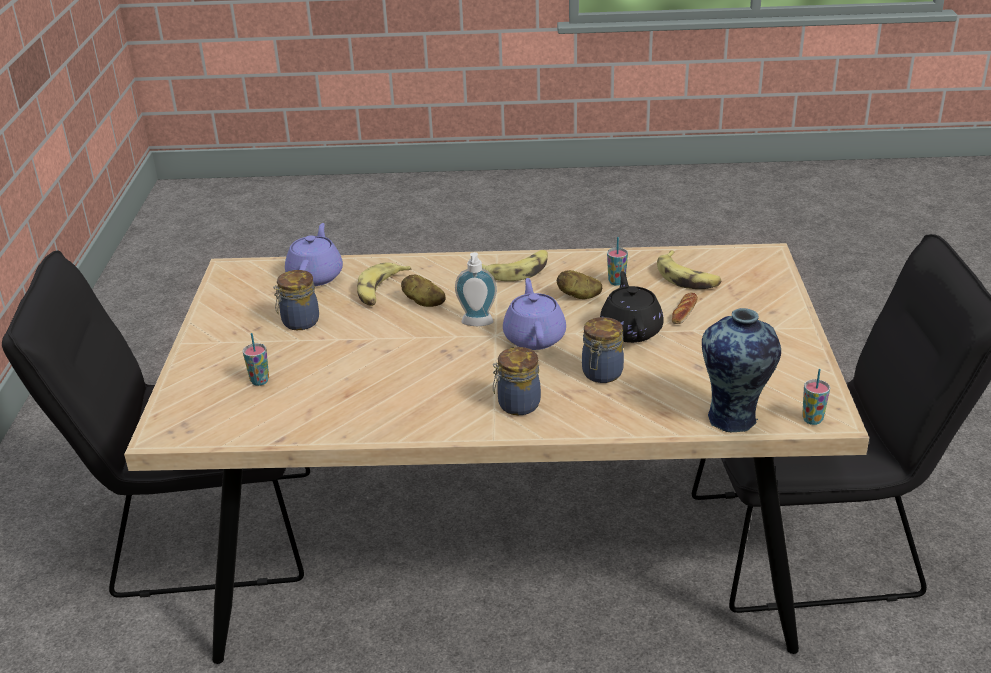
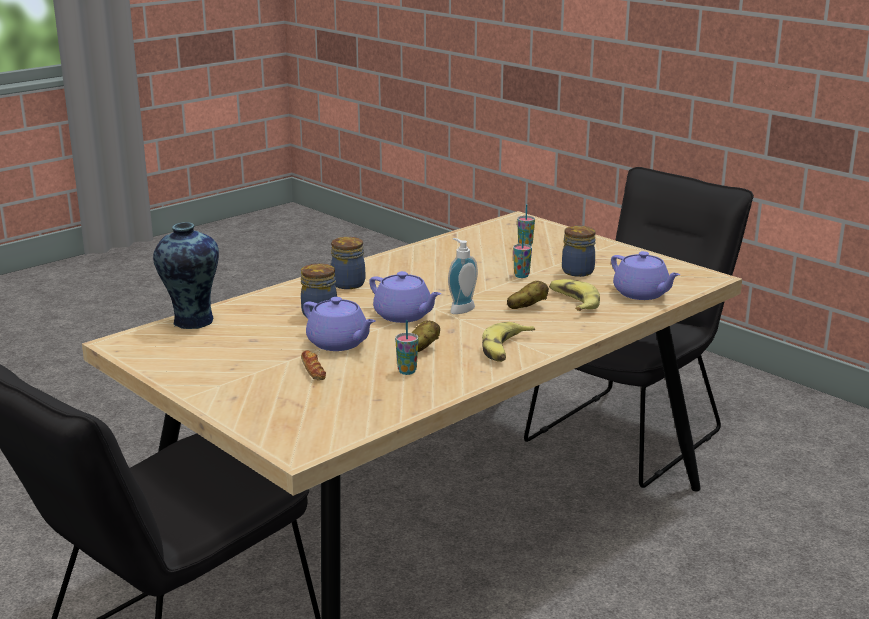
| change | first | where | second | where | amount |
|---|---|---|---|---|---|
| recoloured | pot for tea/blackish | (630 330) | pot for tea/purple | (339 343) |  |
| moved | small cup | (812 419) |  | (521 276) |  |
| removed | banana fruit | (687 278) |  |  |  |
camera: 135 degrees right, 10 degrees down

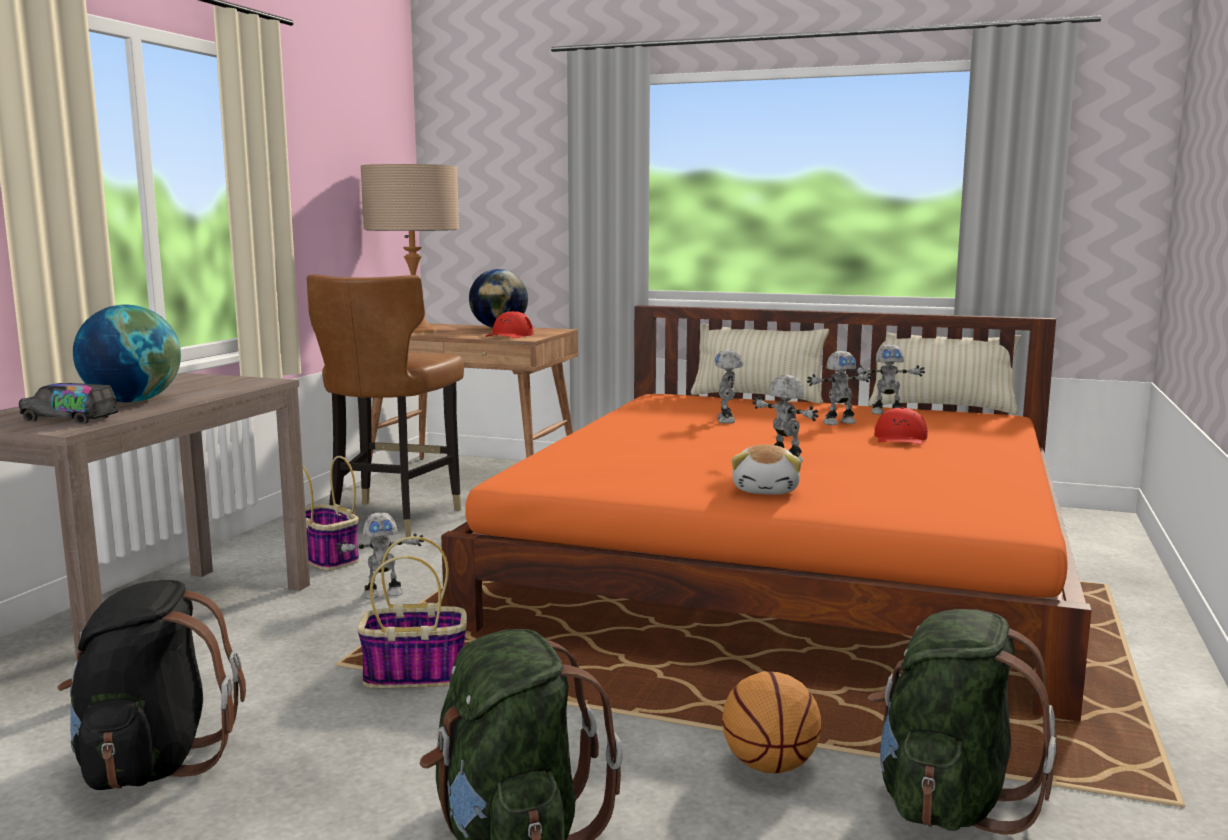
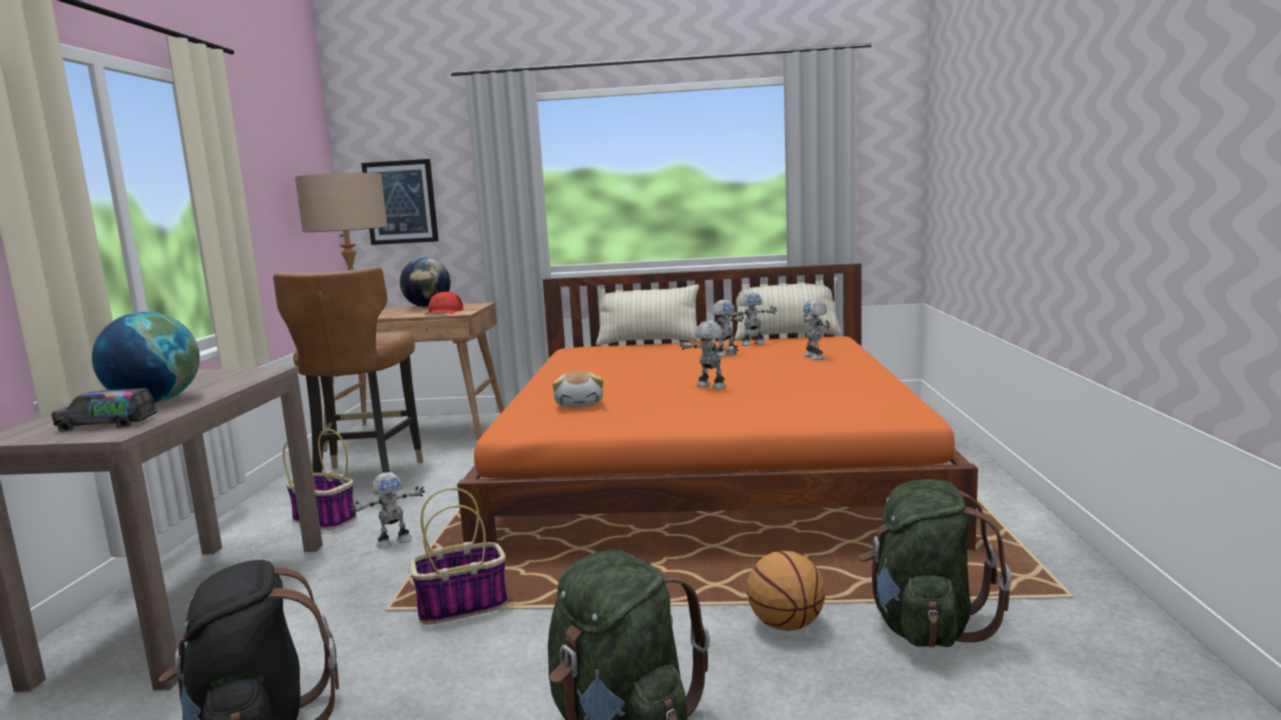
| change | first | where | second | where | amount |
|---|---|---|---|---|---|
| added |  |  | wall art | (401 202) |  |
| moved | cuddly toy | (767 490) |  | (580 404) |  |
| moved | toy robot | (727 420) |  | (815 357) |  |
| removed | peaked cap/red-coloured | (900 438) |  |  |  |
camera: 15 degrees left, 0 degrees up

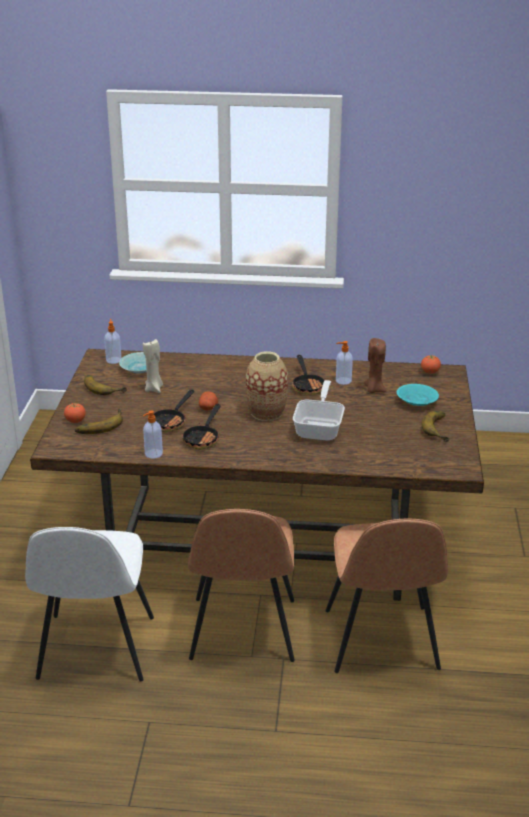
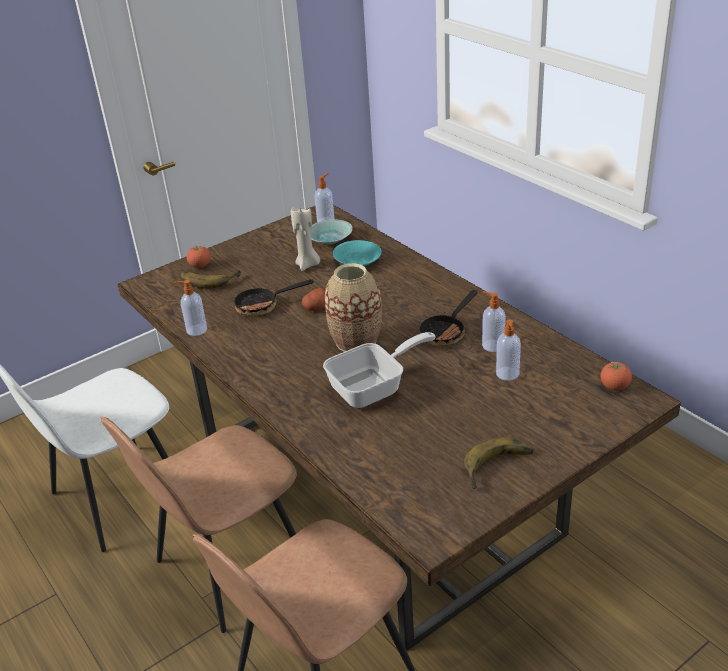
| change | first | where | second | where | amount |
|---|---|---|---|---|---|
| moved | serving bowl/turquoise | (416 401) |  | (358 261) |  |
| replaced | wax light/brownish | (374 390) | liquid soap bottle | (507 374) |  |
| removed | banana fruit | (104 387) |  |  |  |
| removed | frying pan | (203 438) |  |  |  |
camera: 50 degrees right, 5 degrees up

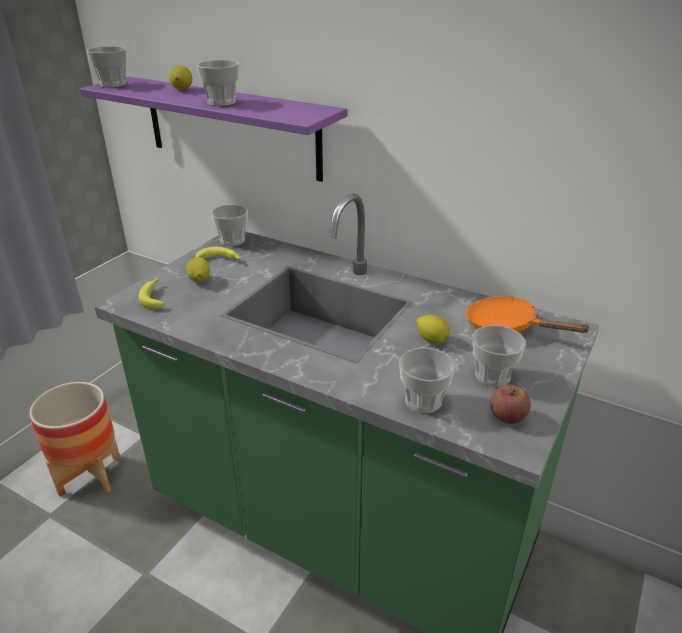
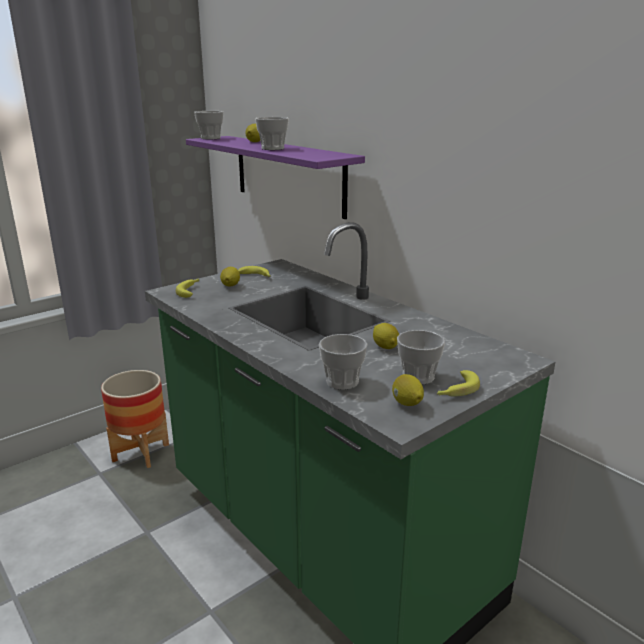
| change | first | where | second | where | amount |
|---|---|---|---|---|---|
| replaced | apple fruit | (507 416) | lemon | (407 404) |  |
| added |  |  | banana fruit | (456 390) |  |
| removed | small cup | (232 240) |  |  |  |
| removed | frying pan/orange | (507 326) |  |  |  |
camera: 20 degrees right, 10 degrees down

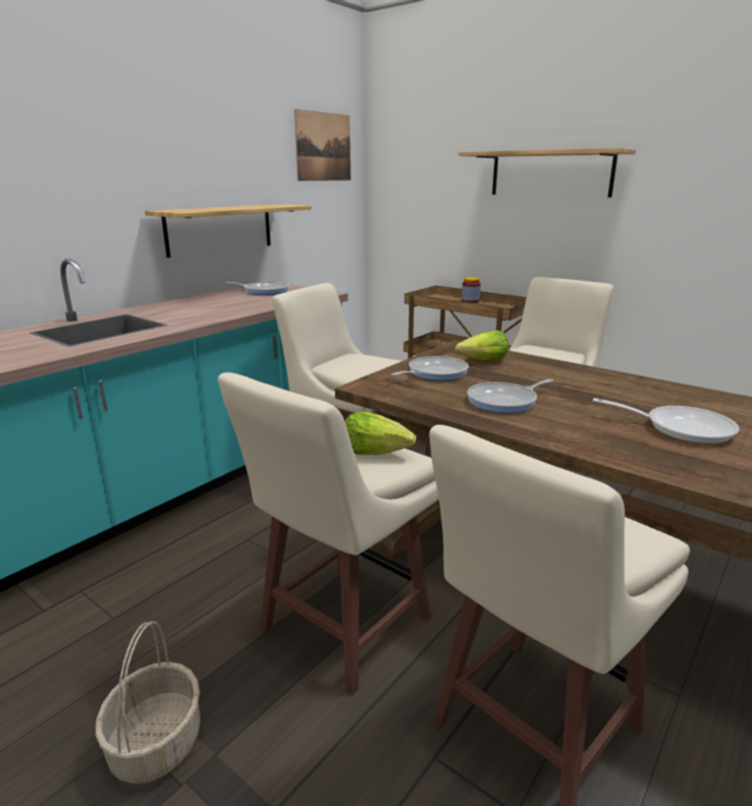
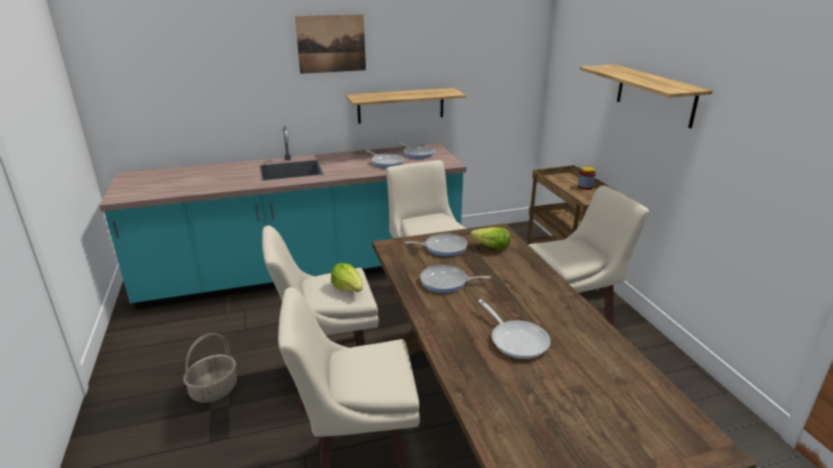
| change | first | where | second | where | amount |
|---|---|---|---|---|---|
| moved | wall art | (323 147) |  | (331 44) |  |
| added |  |  | frying pan | (386 162) |  |
camera: 35 degrees right, 5 degrees up

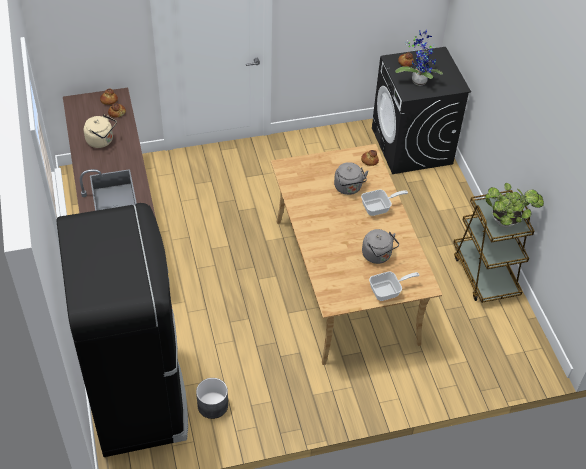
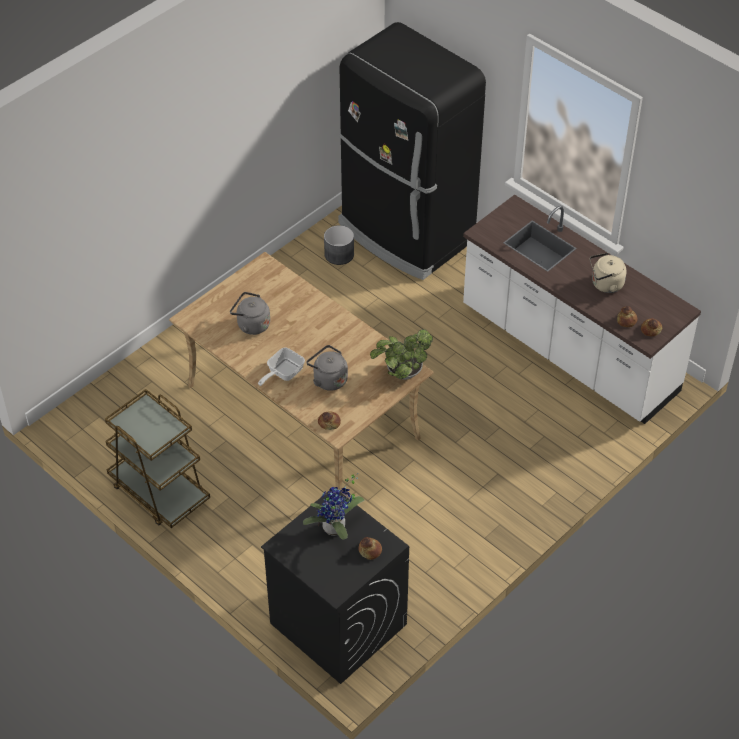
| change | first | where | second | where | amount |
|---|---|---|---|---|---|
| moved | plant in a pot | (507 222) |  | (402 374) |  |
| removed | frying pan | (388 291) |  |  |  |
camera: 150 degrees right, 0 degrees up

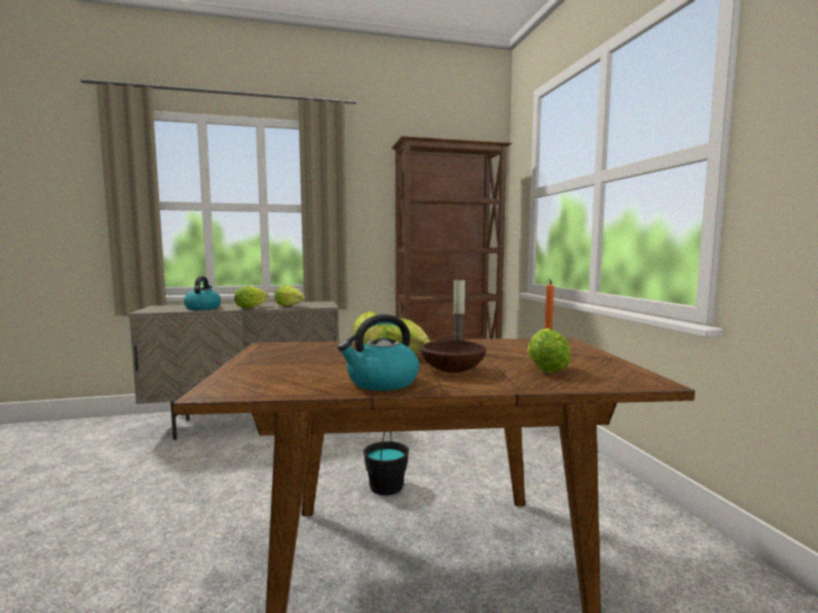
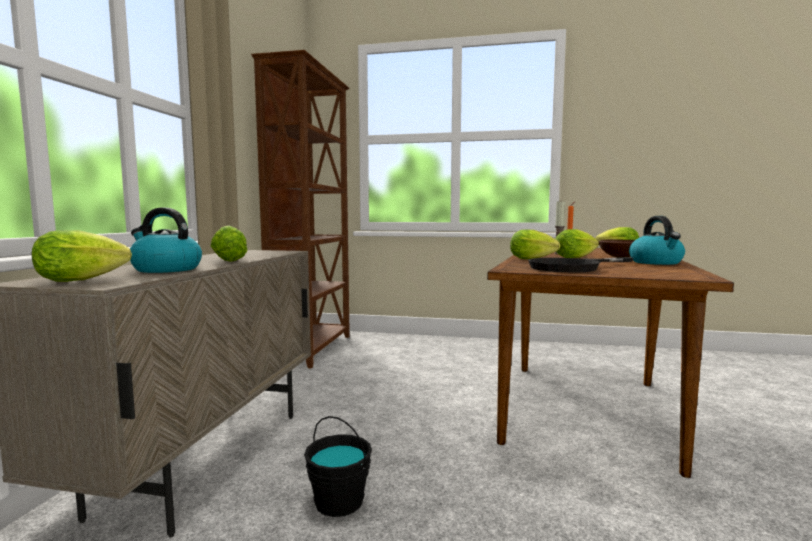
| change | first | where | second | where | amount |
|---|---|---|---|---|---|
| moved | head of lettuce | (290 306) |  | (86 280) |  |
| moved | pail/blackish | (386 486) |  | (338 501) |  |
| added |  |  | frying pan/blackish | (573 267) |  |
camera: 65 degrees left, 0 degrees up

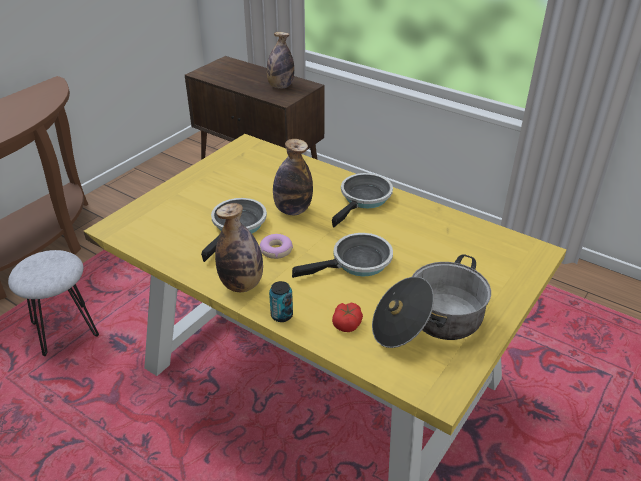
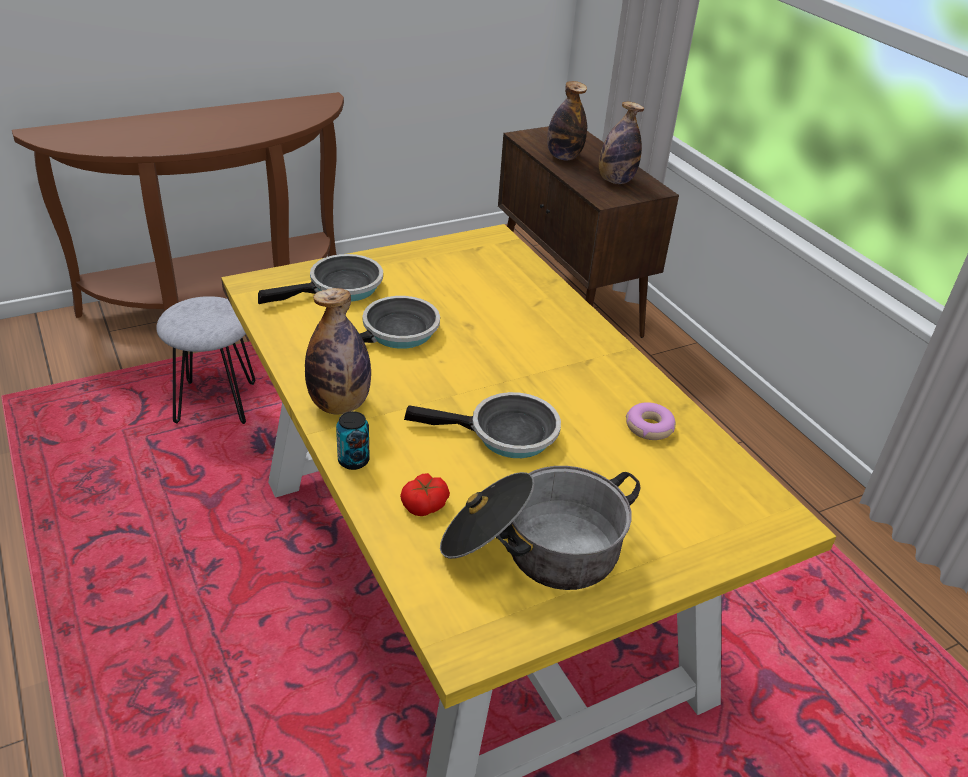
| change | first | where | second | where | amount |
|---|---|---|---|---|---|
| moved | frying pan | (364 199) |  | (340 288) |  |
| moved | drink bottle | (293 210) |  | (563 157) |  |
| moved | doughnut | (276 250) |  | (649 427) |  |
camera: 25 degrees right, 0 degrees up

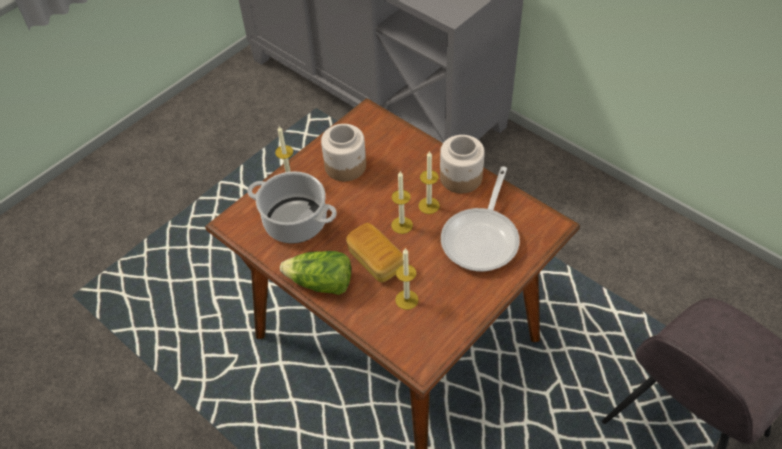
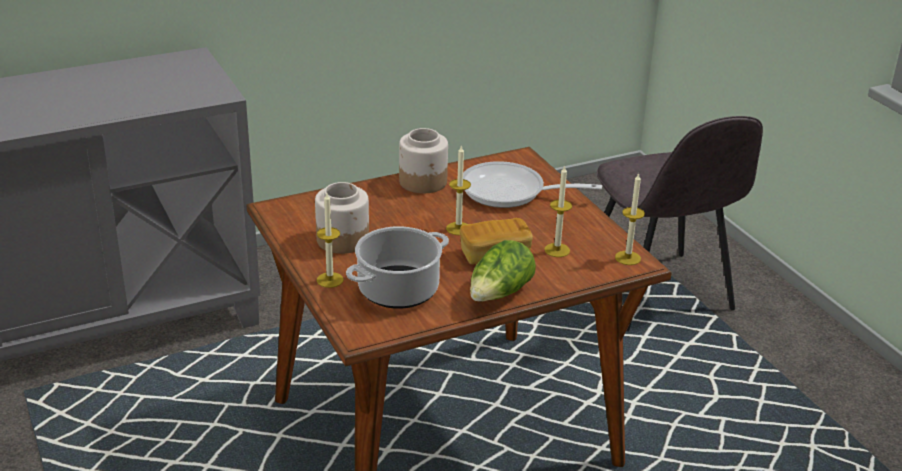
| change | first | where | second | where | amount |
|---|---|---|---|---|---|
| turned | frying pan | (482 238) |  | (510 192) | 150 degrees clockwise |
| moved | wax light | (429 205) |  | (627 258) |  |
camera: 70 degrees left, 20 degrees down

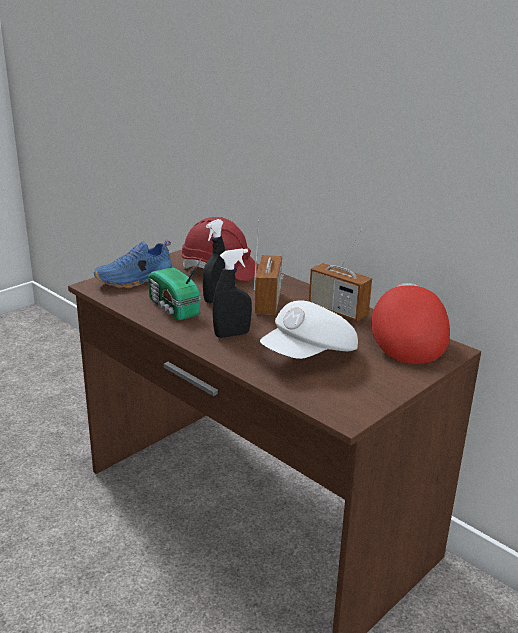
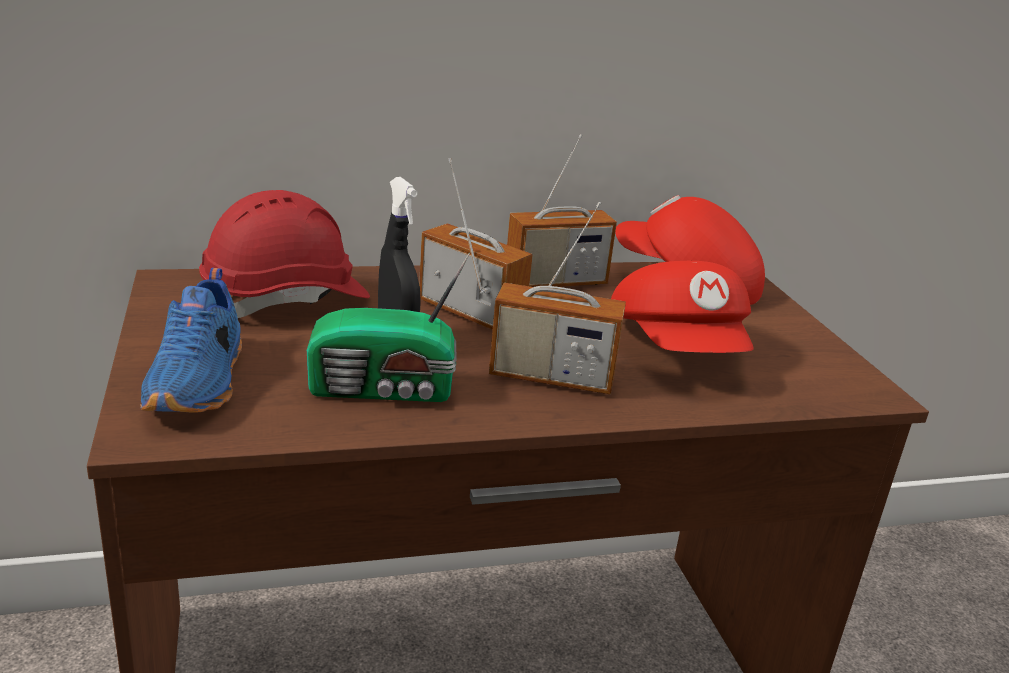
| change | first | where | second | where | amount |
|---|---|---|---|---|---|
| replaced | sprayer/blackish | (232 334) | radio receiver | (551 377) |  |
| recoloured | peaked cap/whitish | (310 356) | peaked cap/red-coloured | (679 350) |  |
camera: 60 degrees left, 0 degrees up

